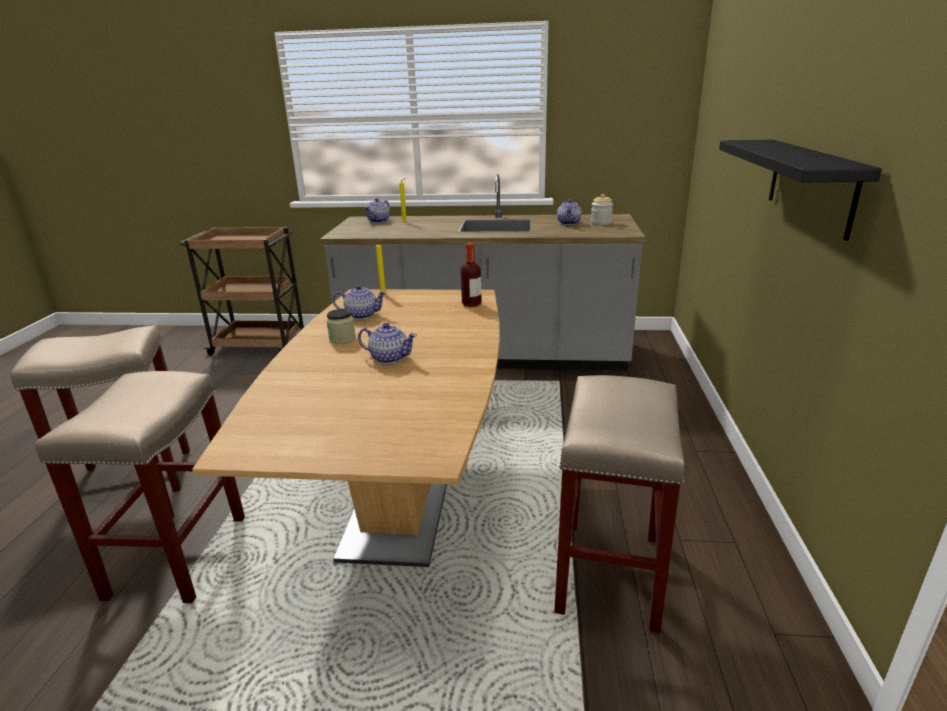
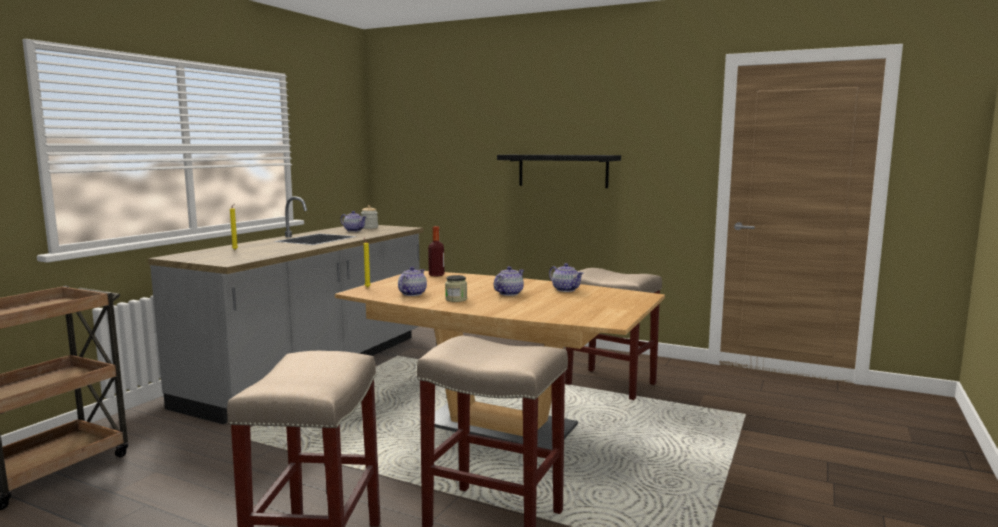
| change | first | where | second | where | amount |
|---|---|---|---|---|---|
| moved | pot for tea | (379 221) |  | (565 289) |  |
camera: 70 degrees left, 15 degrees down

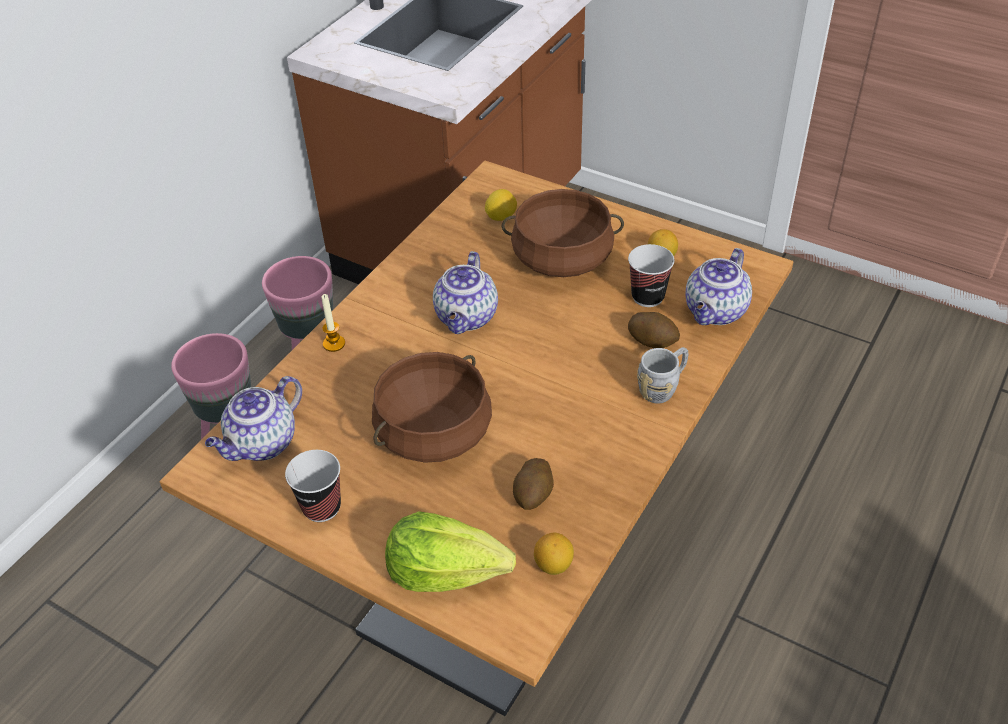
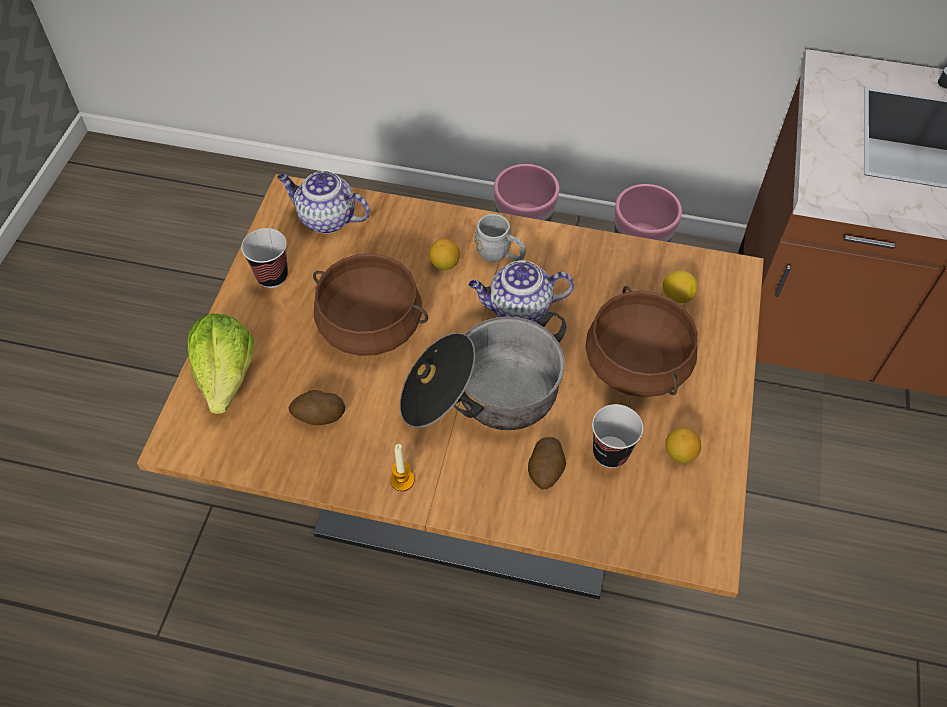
| change | first | where | second | where | amount |
|---|---|---|---|---|---|
| moved | wax light | (334 344) |  | (402 480) |  |
| added |  |  | saucepot | (482 394) |  |
| moved | lemon | (554 565) |  | (444 264) |  |
| moved | coffee mug/gray | (663 387) |  | (499 255) |  |
| removed | pot for tea | (715 312) |  |  |  |
camera: 70 degrees right, 10 degrees up

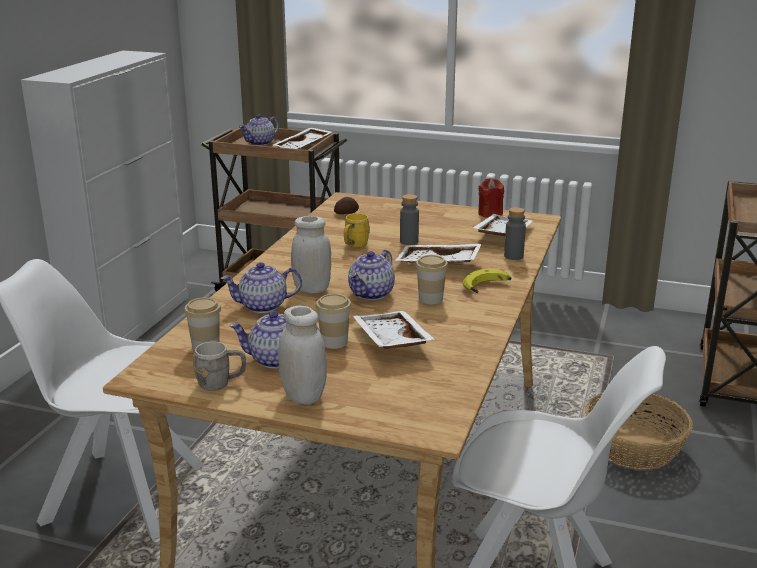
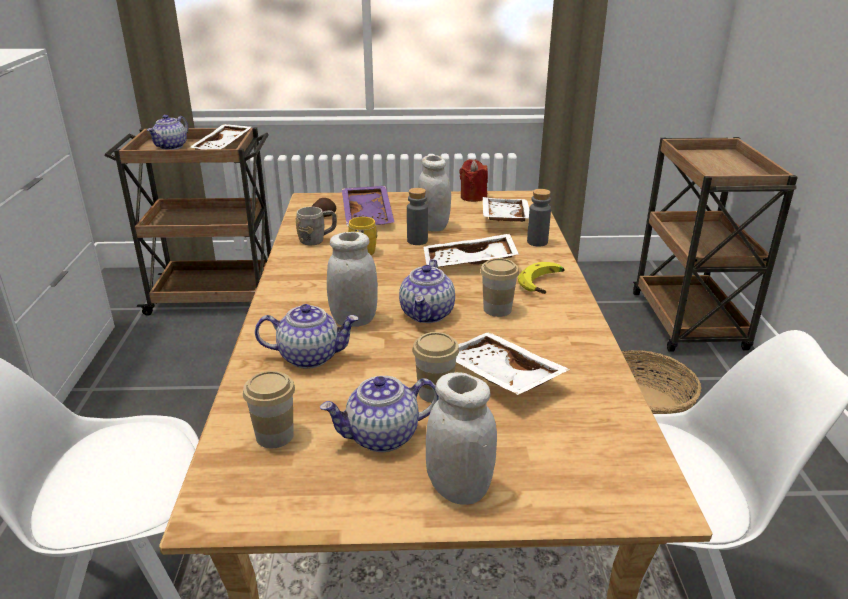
| change | first | where | second | where | amount |
|---|---|---|---|---|---|
| turned | pot for tea | (262 306) |  | (310 356) | 150 degrees counterclockwise |
| moved | coffee mug/gray | (221 383) |  | (317 240) |  |
| added |  |  | carrying tray/purple | (369 216) |  |
| added |  |  | storage jar/whitish | (433 227) |  |
camera: 20 degrees left, 5 degrees up

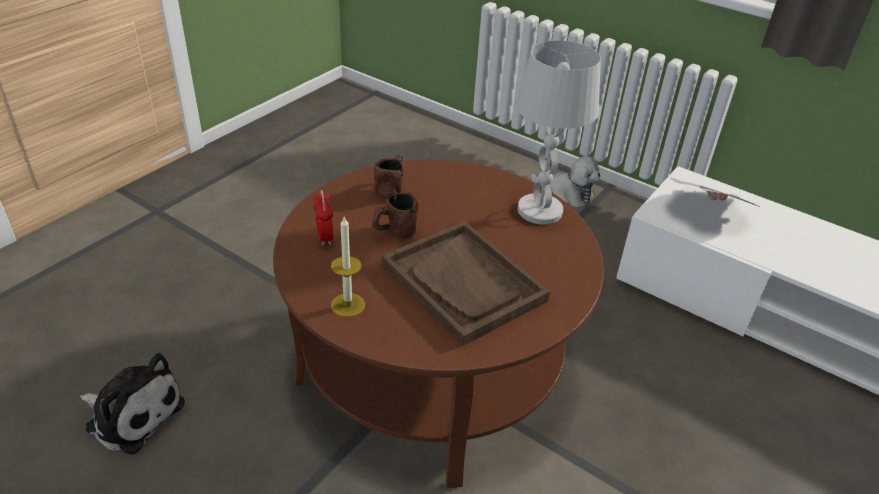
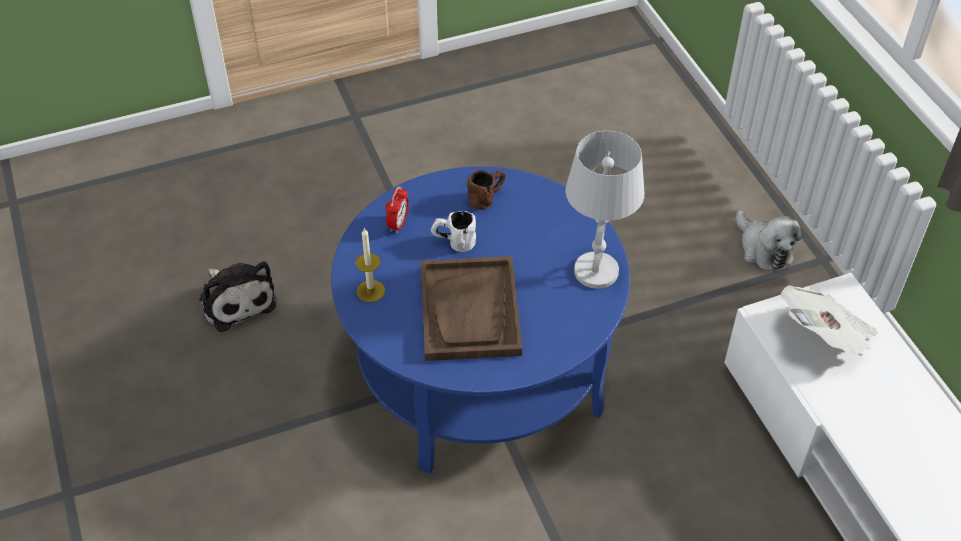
| change | first | where | second | where | amount |
|---|---|---|---|---|---|
| recoloured | lounge table/brownish | (432 370) | lounge table/bluish | (480 370) |  |
| recoloured | coffee mug/brownish | (393 233) | coffee mug/whitish | (453 242) |  |
camera: 35 degrees right, 10 degrees up

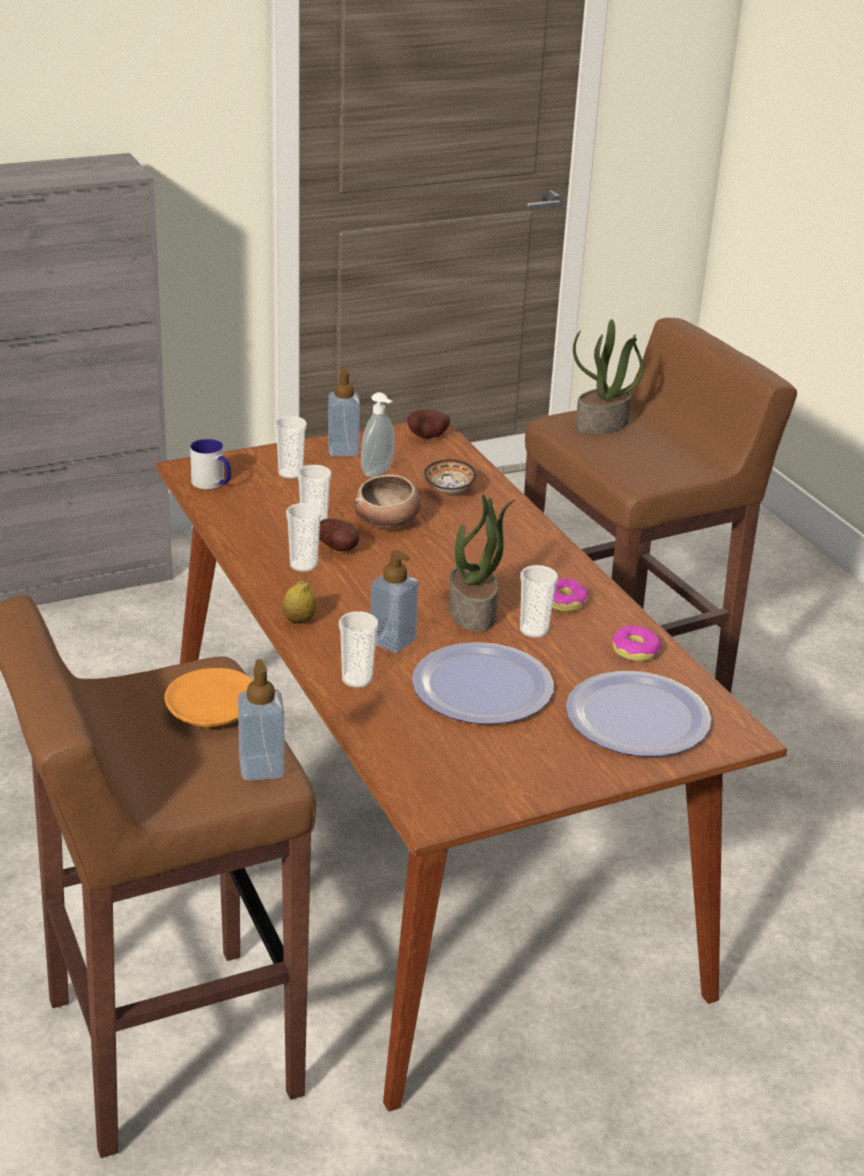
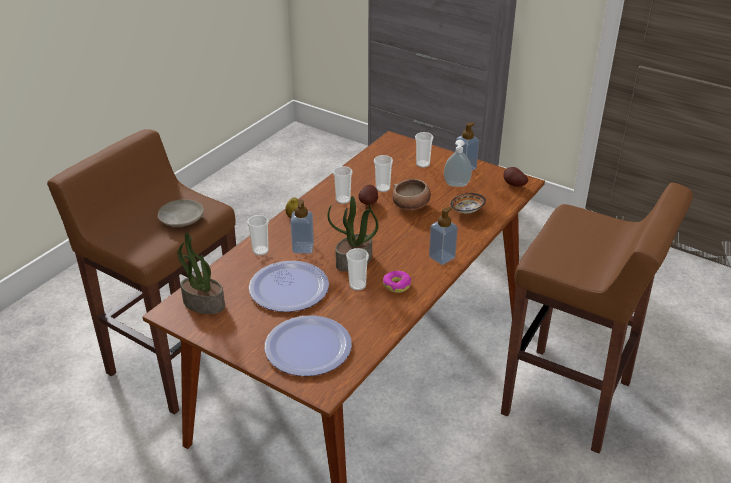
| change | first | where | second | where | amount |
|---|---|---|---|---|---|
| recoloured | dinner plate/orange | (211 711) | dinner plate/beige | (181 219) |  |
| moved | plant in a pot | (602 425) |  | (203 304) |  |
| moved | liquid soap bottle | (261 768) |  | (442 257) |  |
| removed | coffee mug | (212 484) |  |  |  |
| removed | doughnut | (635 651) |  |  |  |
camera: 60 degrees right, 5 degrees up

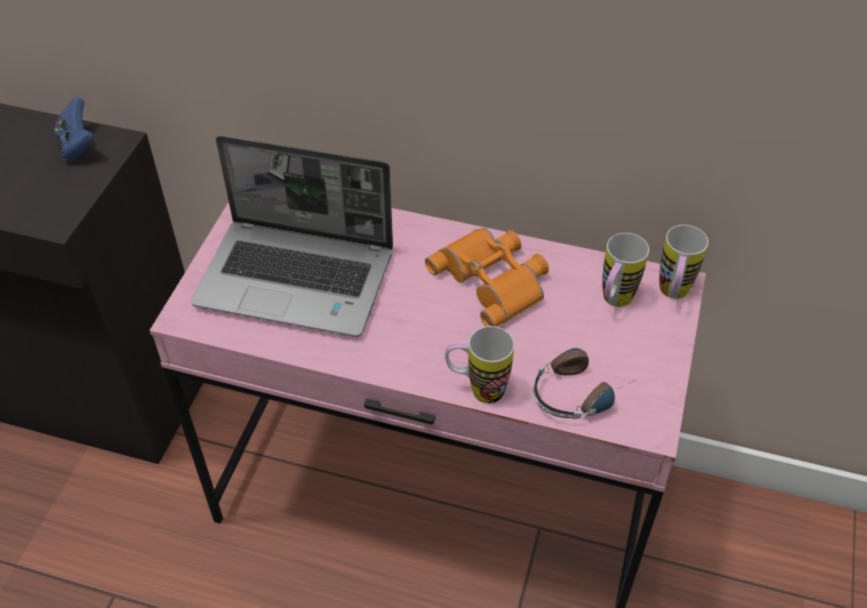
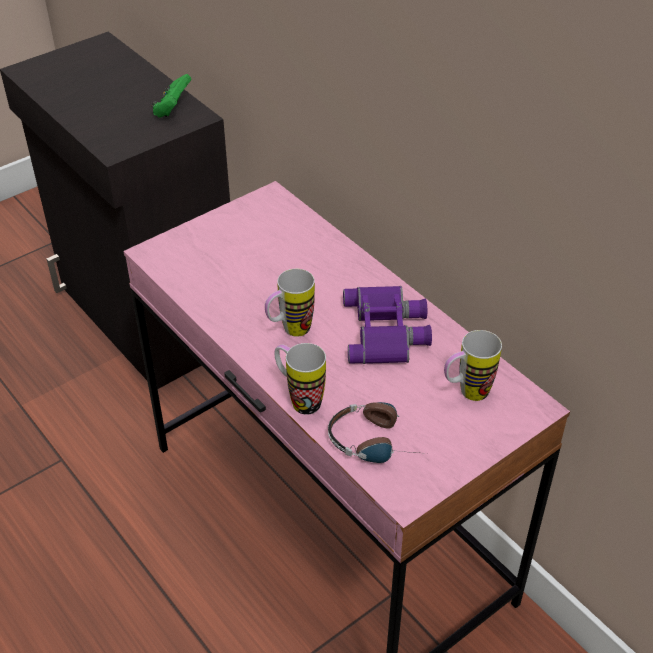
| change | first | where | second | where | amount |
|---|---|---|---|---|---|
| recoloured | gamepad/bluish | (78 146) | gamepad/green-coloured | (172 109) |  |
| moved | coffee mug | (672 295) |  | (289 331) |  |
| recoloured | binoculars/orange | (493 279) | binoculars/purple | (387 331) |  |
| removed | laptop | (298 278) |  |  |  |
camera: 35 degrees right, 5 degrees down

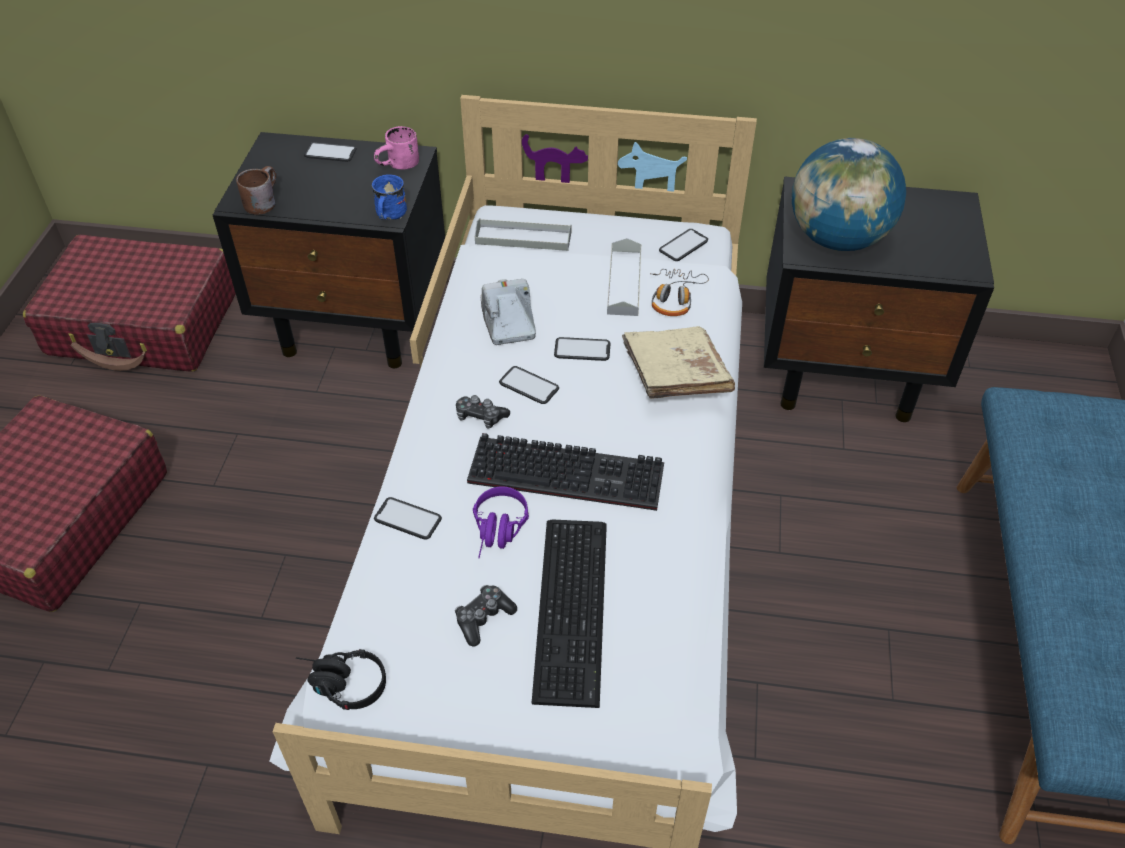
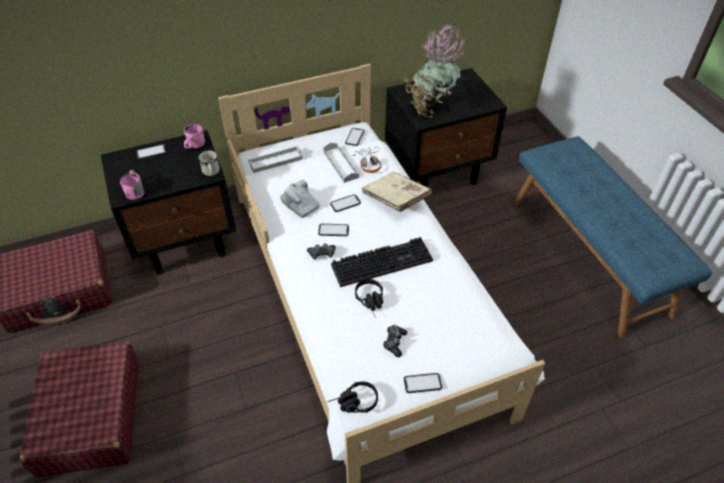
| change | first | where | second | where | amount |
|---|---|---|---|---|---|
| recoloured | coffee mug/brownish | (261 201) | coffee mug/pinkish | (133 191) |  |
| recoloured | coffee mug/bluish | (389 215) | coffee mug/whitish | (211 173) |  |
| recoloured | headphones/purple | (499 532) | headphones/blackish | (372 302) |  |
| replaced | world globe | (837 239) | plant in a pot | (430 108) |  |
| moved | phone | (408 519) |  | (422 383) |  |
| removed | PC keyboard | (575 607) |  |  |  |
camera: 30 degrees left, 0 degrees up

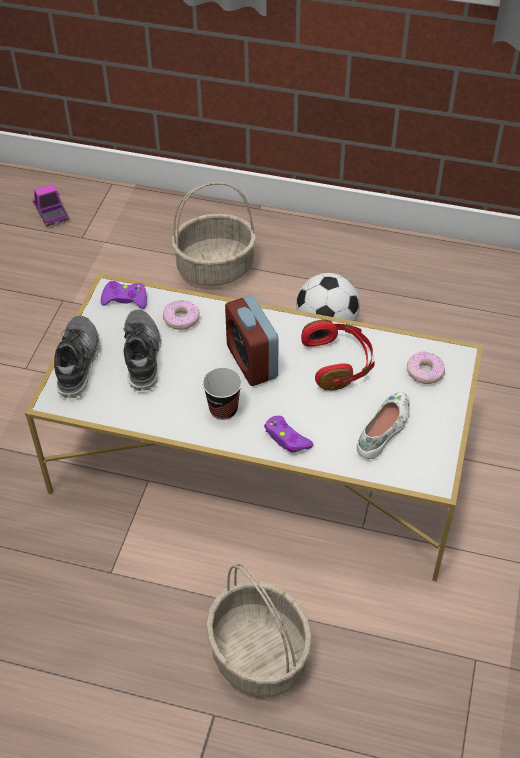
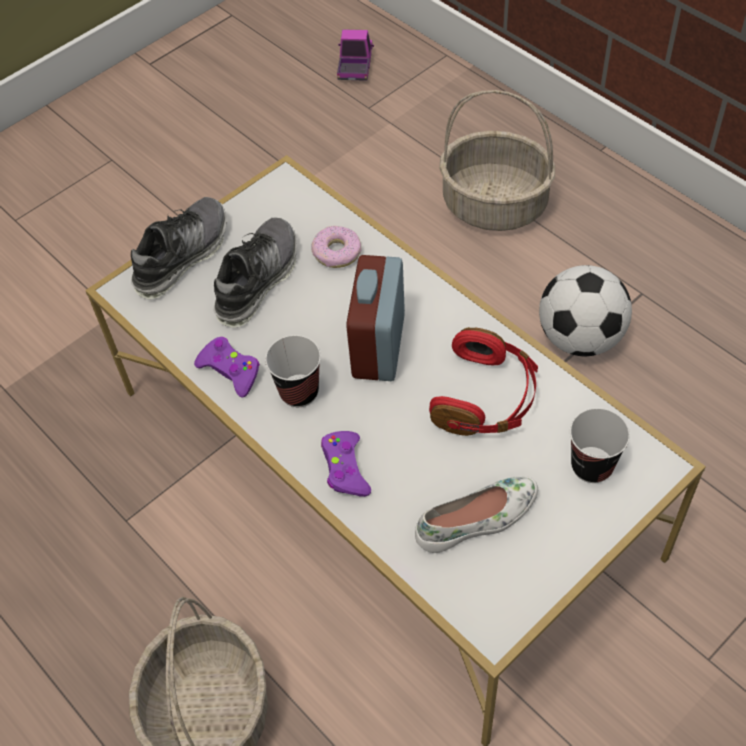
| change | first | where | second | where | amount |
|---|---|---|---|---|---|
| moved | gamepad/purple | (125 299) |  | (230 370) |  |
| replaced | doughnut | (424 372) | small cup | (592 466) |  |
camera: 35 degrees right, 5 degrees up

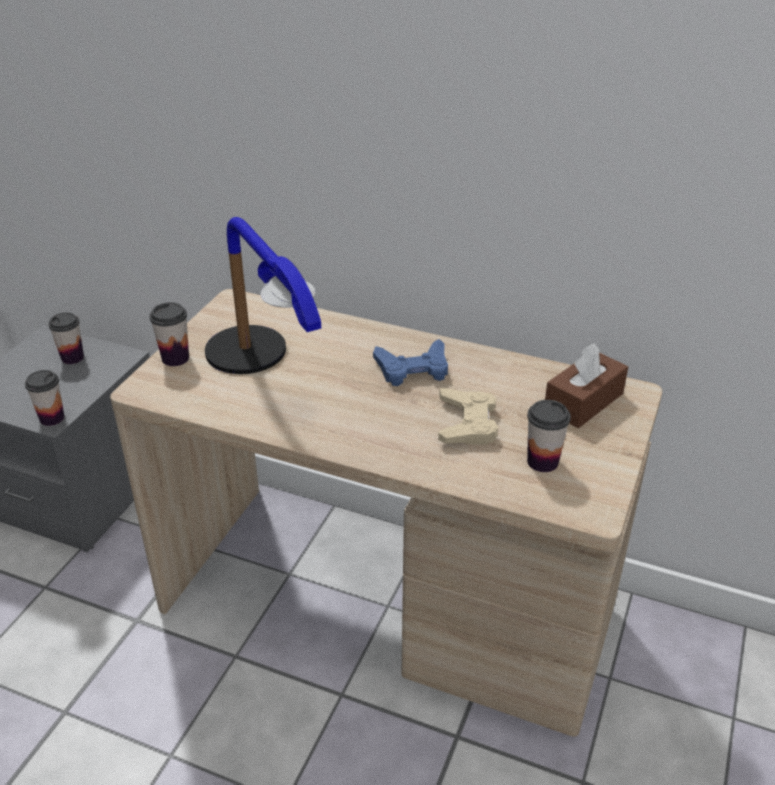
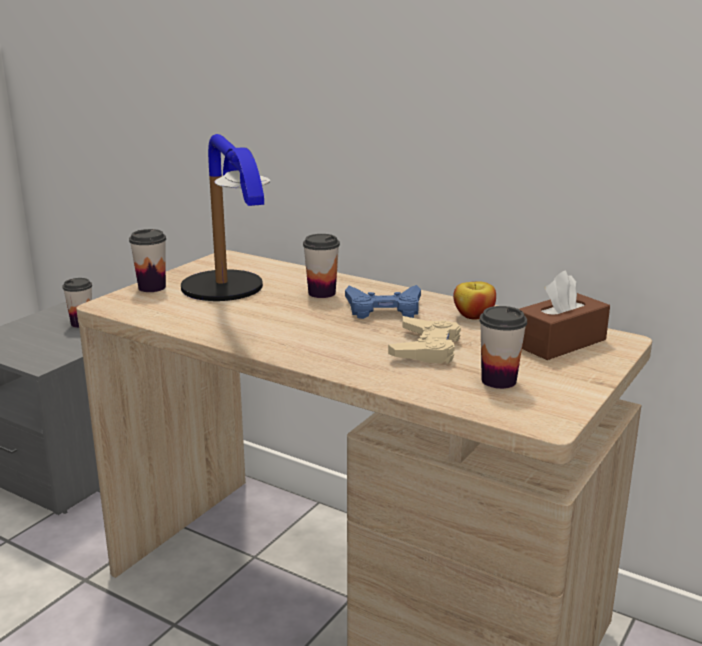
| change | first | where | second | where | amount |
|---|---|---|---|---|---|
| moved | small cup | (52 418) |  | (322 293) |  |
| added |  |  | apple fruit | (474 316) |  |
camera: 10 degrees right, 15 degrees down

